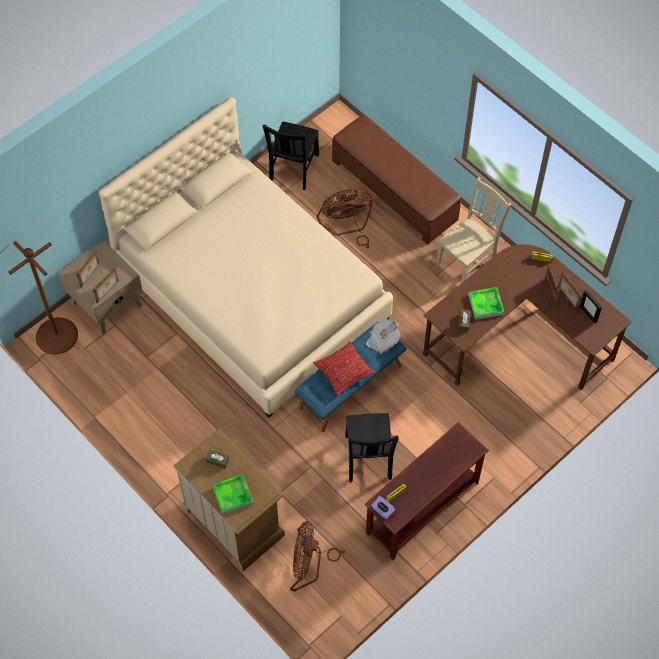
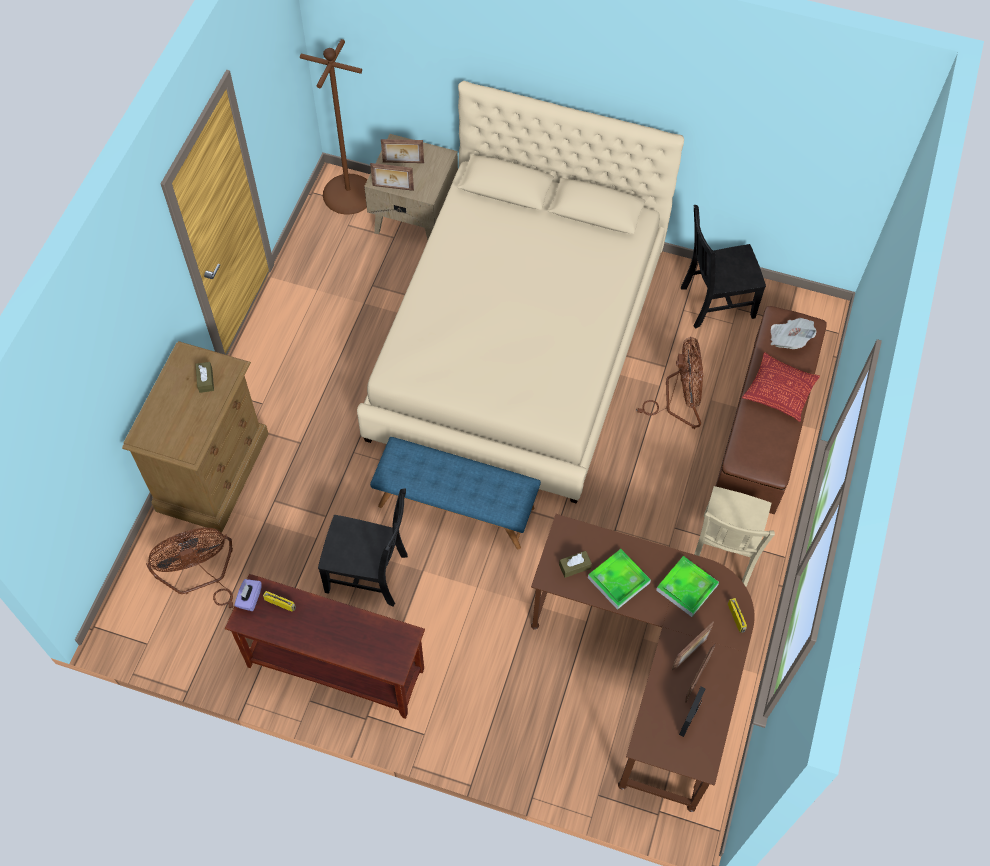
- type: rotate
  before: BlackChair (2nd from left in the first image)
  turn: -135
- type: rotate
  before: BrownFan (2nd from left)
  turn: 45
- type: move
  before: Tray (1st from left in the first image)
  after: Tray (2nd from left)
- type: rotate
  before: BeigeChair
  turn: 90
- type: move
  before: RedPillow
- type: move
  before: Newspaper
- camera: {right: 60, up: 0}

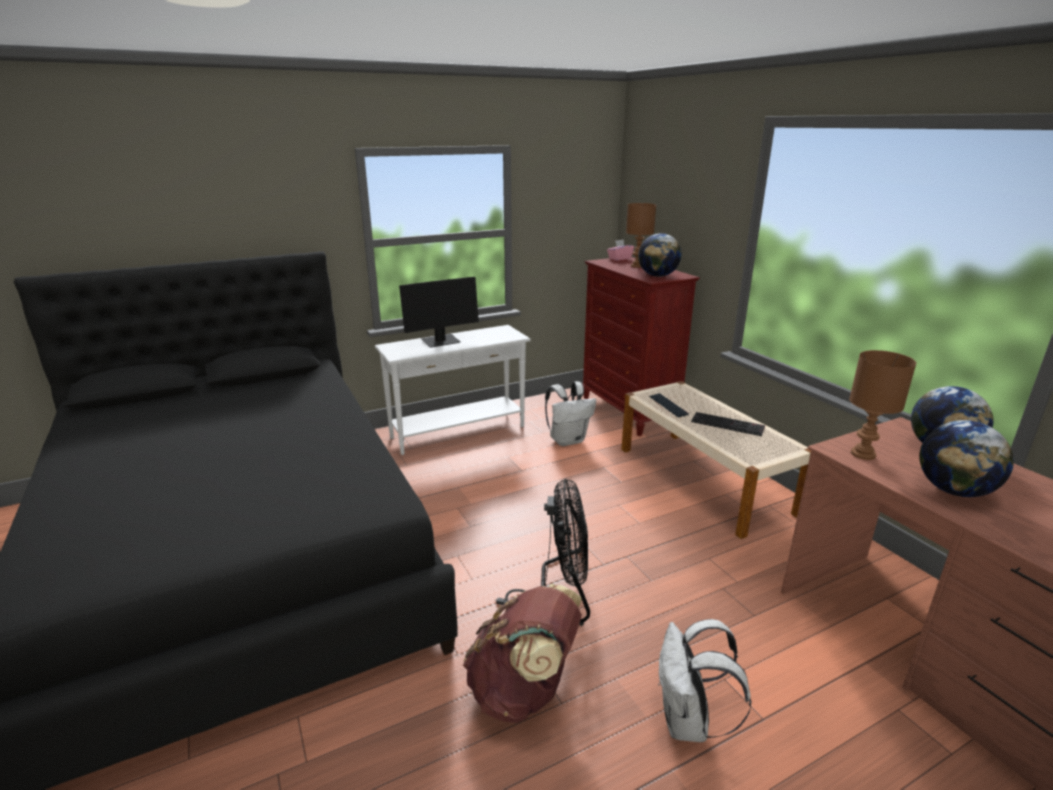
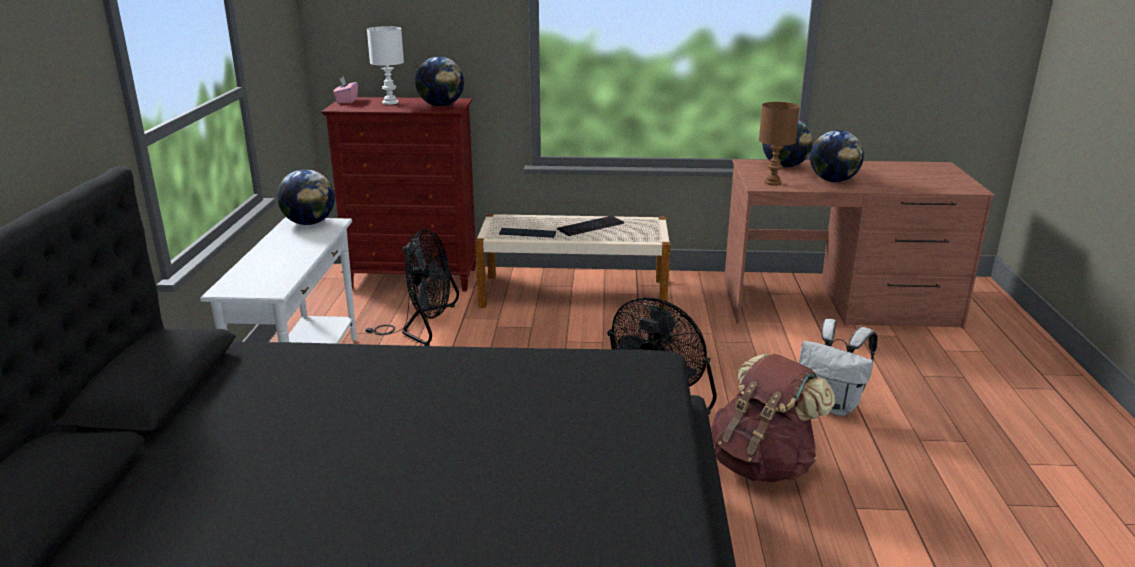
- type: insert
  after: Globe (1st from left)
- type: replace
  before: WhiteBackpack (1st from left)
  after: BlackFan (1st from left)
- type: recolor
  before: BrownTableLamp (1st from left)
  after: WhiteTableLamp
- type: delete
  before: Monitor
- camera: {right: -60, up: 0}

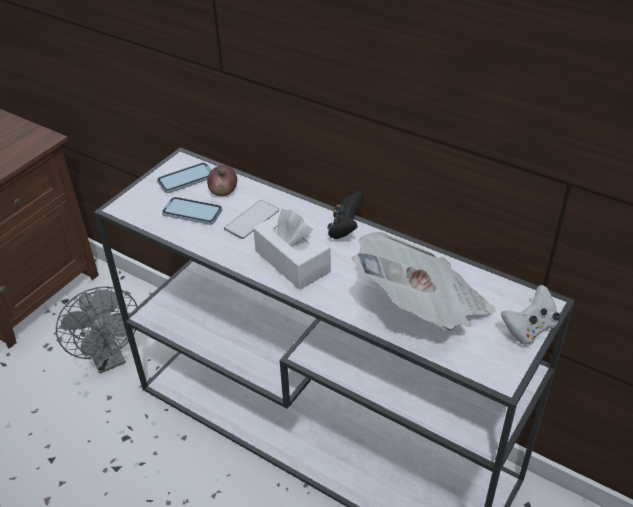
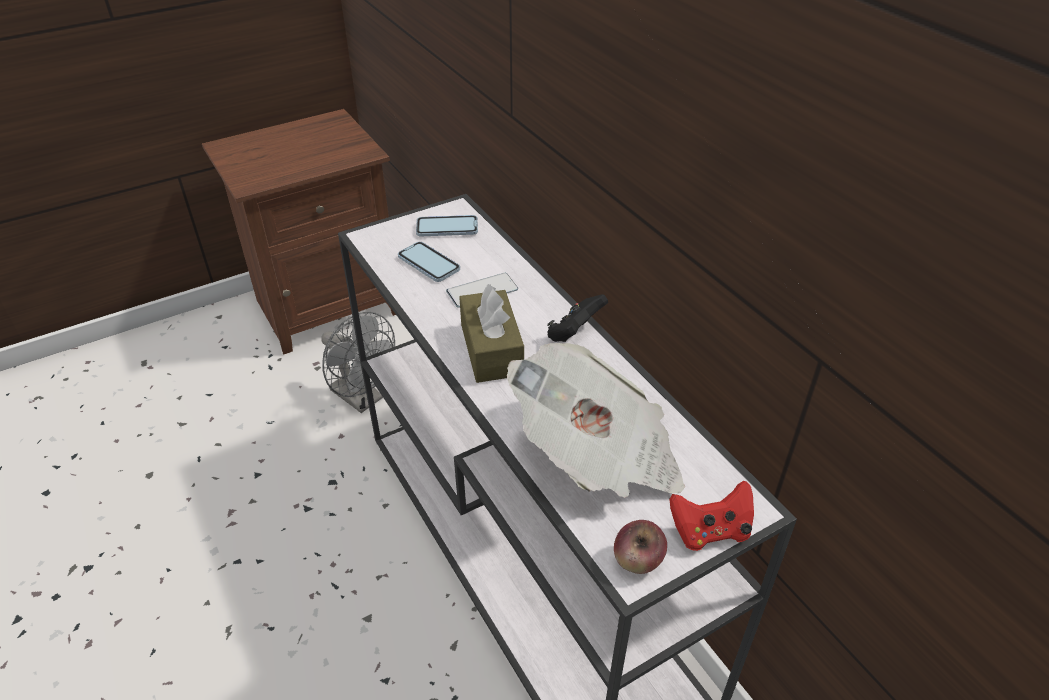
- type: rotate
  before: GreyFan
  turn: -45
- type: recolor
  before: WhiteTissueBox
  after: BrownTissueBox
- type: move
  before: Apple
- type: recolor
  before: WhiteGameController
  after: RedGameController
- camera: {right: 25, up: 0}

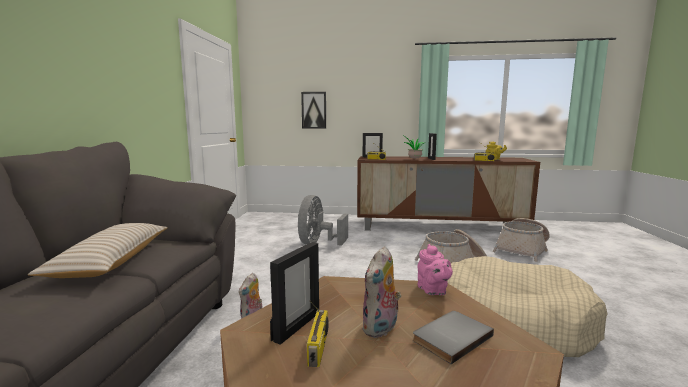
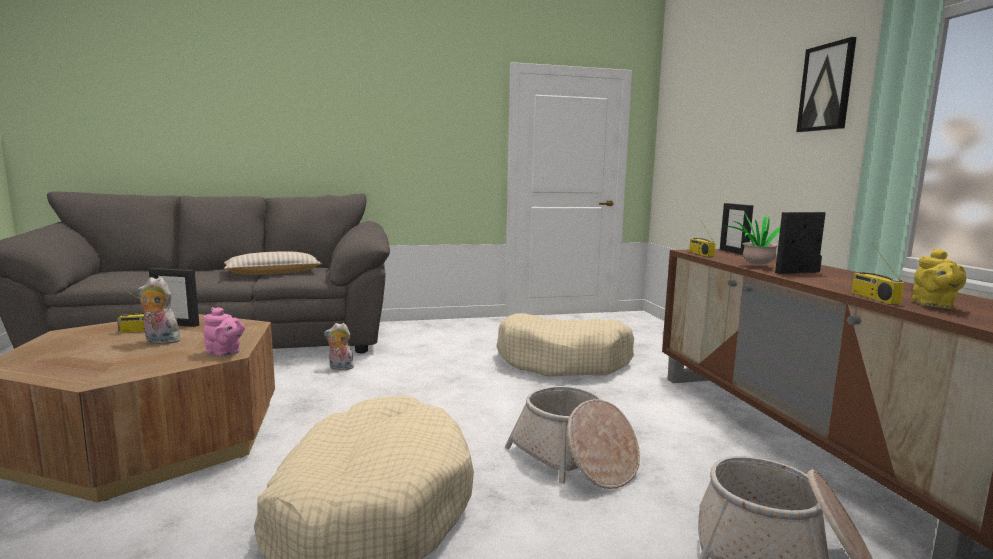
- type: rotate
  before: PinkTeapot
  turn: -120
- type: replace
  before: GreyFan
  after: BeigeDogBed (2nd from left)
- type: move
  before: Picture
- type: delete
  before: GreyBook
- camera: {right: 70, up: 0}

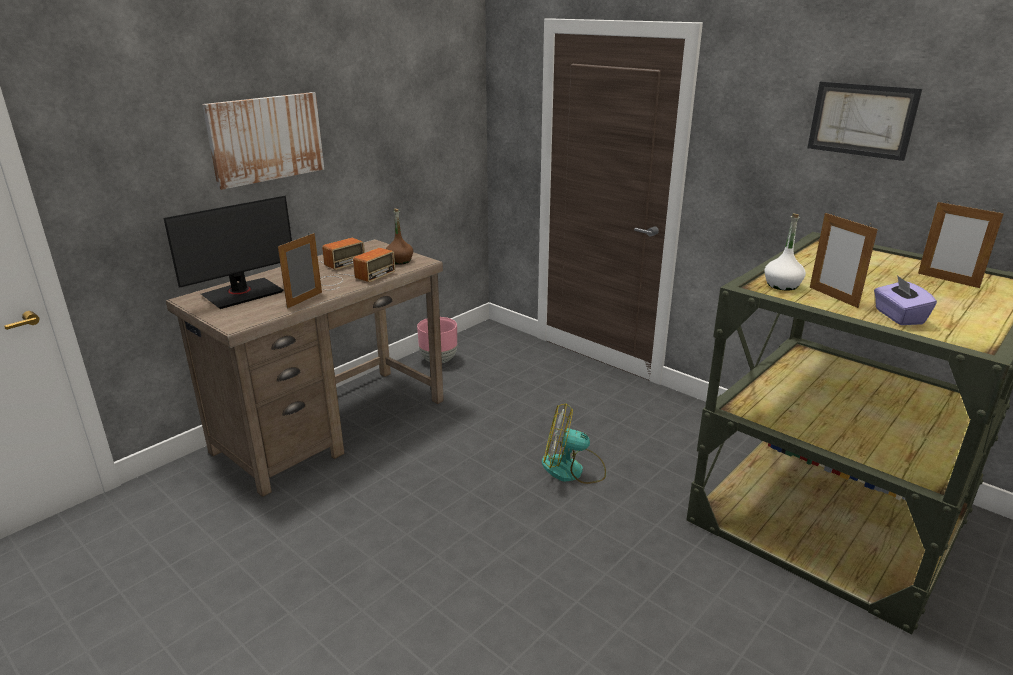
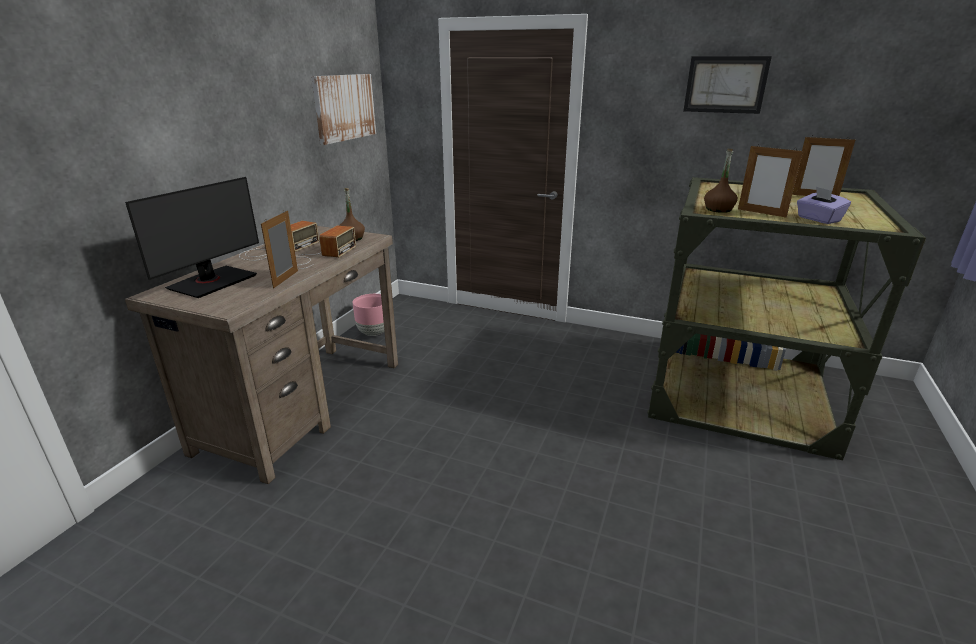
- type: move
  before: Picture (1st from left)
- type: recolor
  before: WhiteBottle
  after: BrownBottle (2nd from left)
- type: delete
  before: Fan
- camera: {right: -20, up: 0}

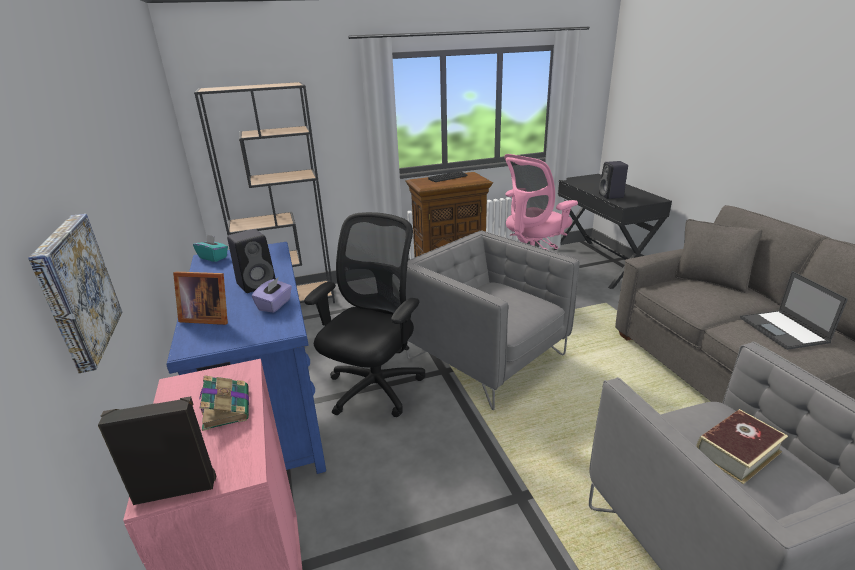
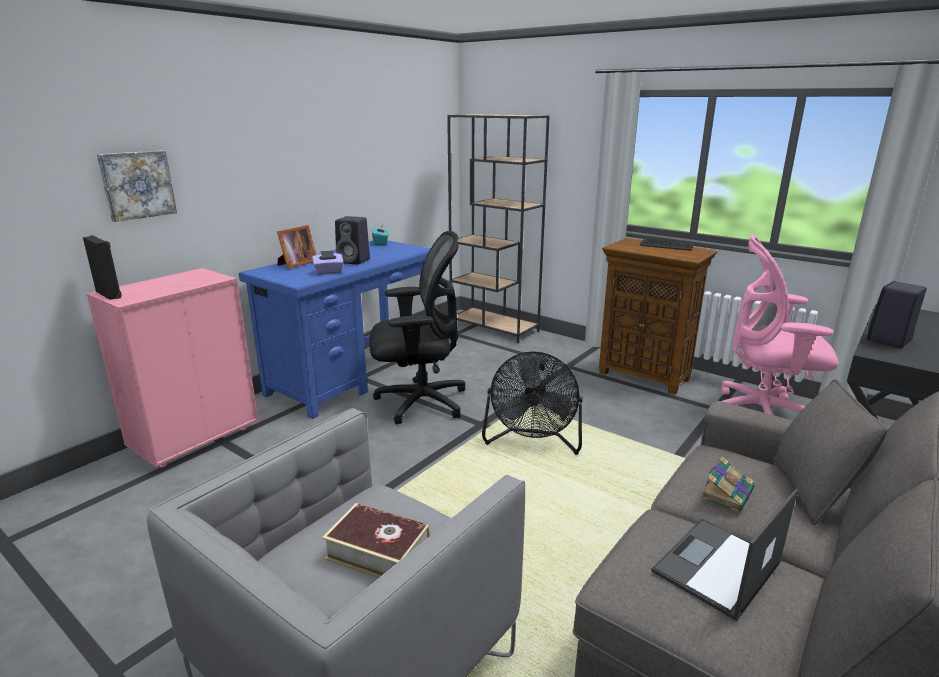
- type: rotate
  before: PictureFrame
  turn: -120
- type: replace
  before: GreyArmchair (1st from left)
  after: BlackFan
- type: move
  before: Book (1st from left in the first image)
  after: Book (2nd from left)
- camera: {right: 55, up: -5}

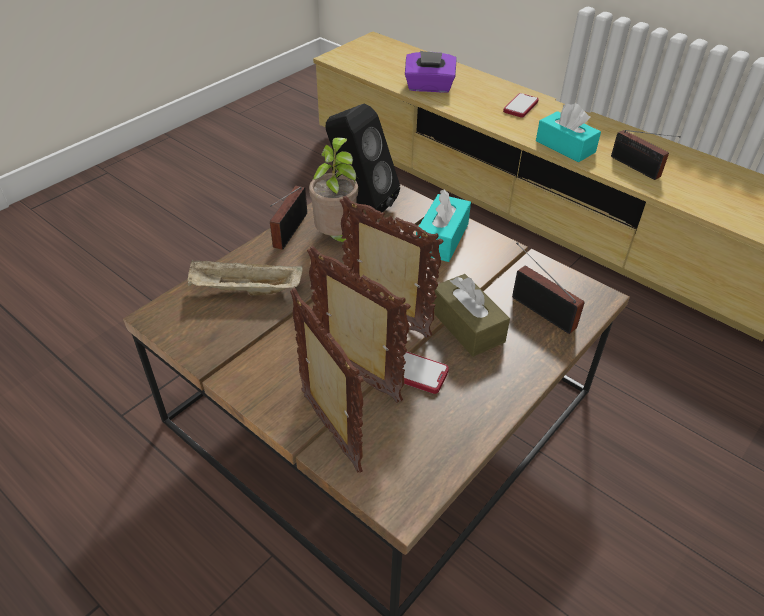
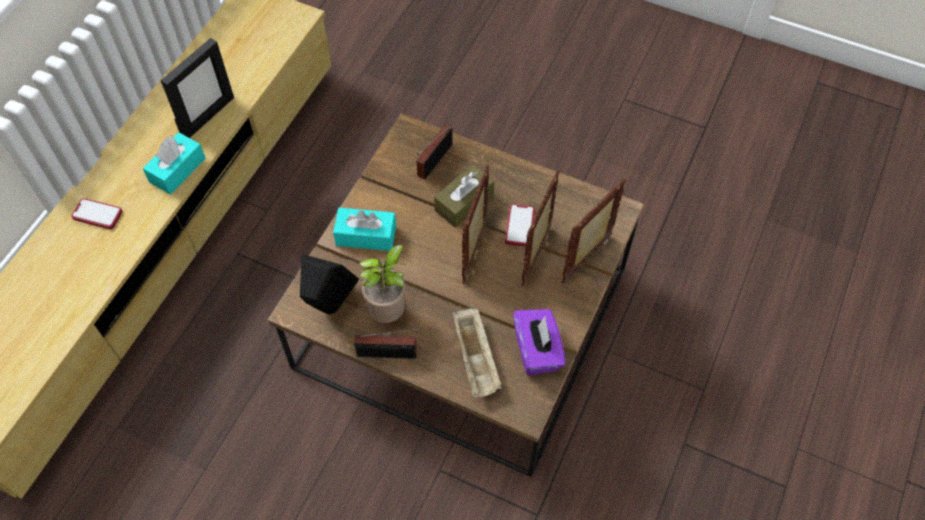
- type: replace
  before: Radio (3rd from left)
  after: PictureFrame (1st from left)
- type: move
  before: PurpleTissueBox
- camera: {right: -105, up: 15}

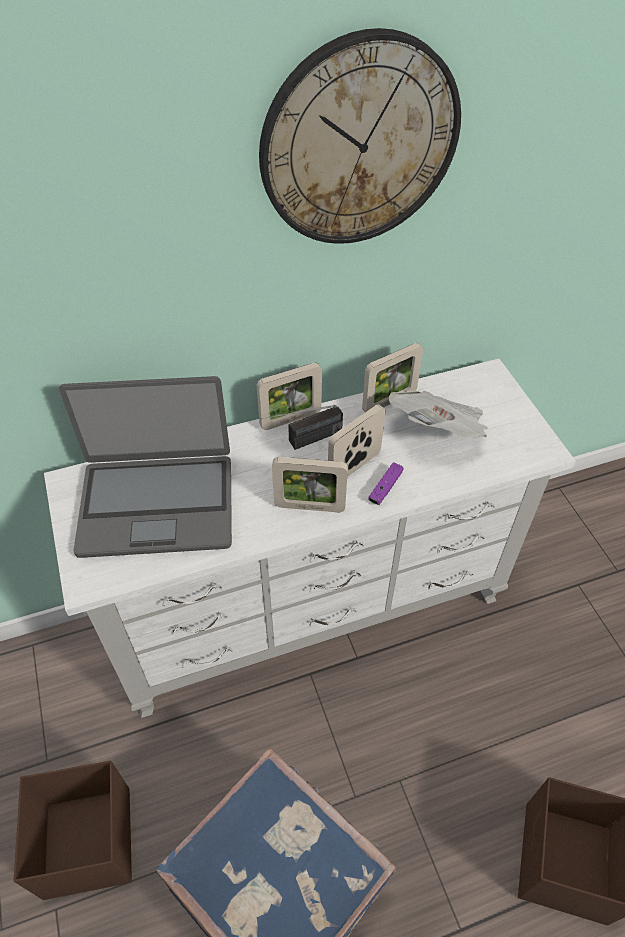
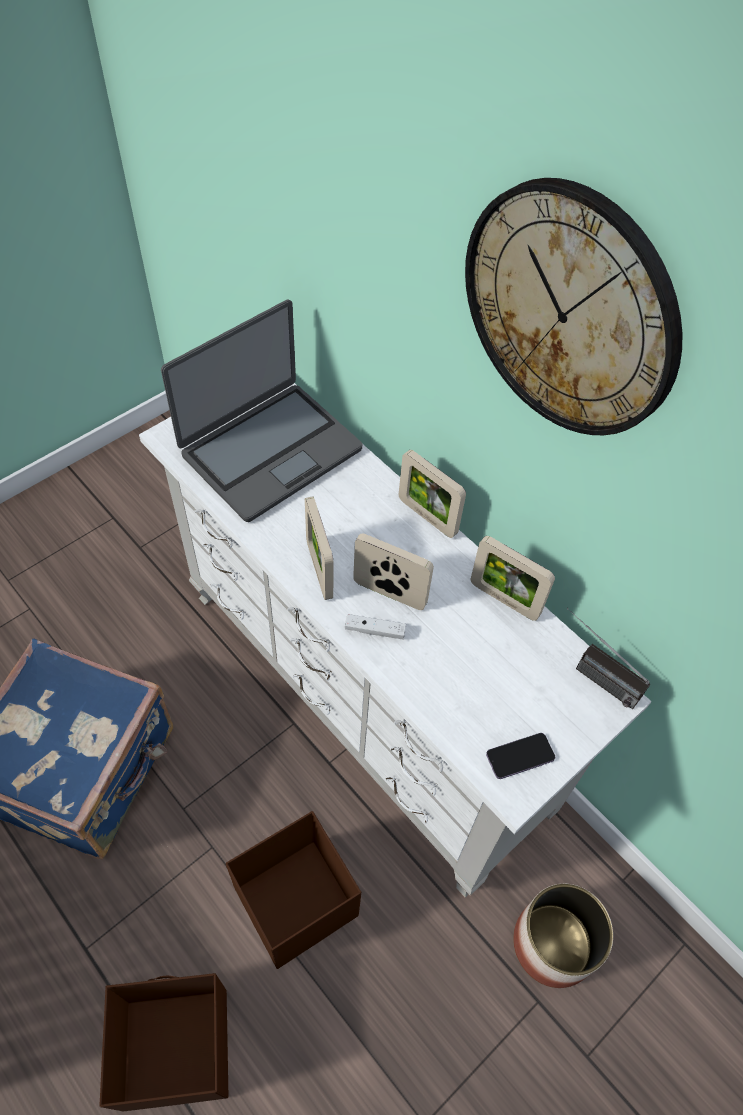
- type: rotate
  before: Laptop
  turn: -105
- type: move
  before: BrownStorageBox (1st from left in the first image)
  after: BrownStorageBox (2nd from left)
- type: recolor
  before: PurpleGameController
  after: WhiteGameController
- type: insert
  after: Phone
- type: insert
  after: Planter
- type: move
  before: Radio
- type: delete
  before: Newspaper
- camera: {right: 65, up: 5}

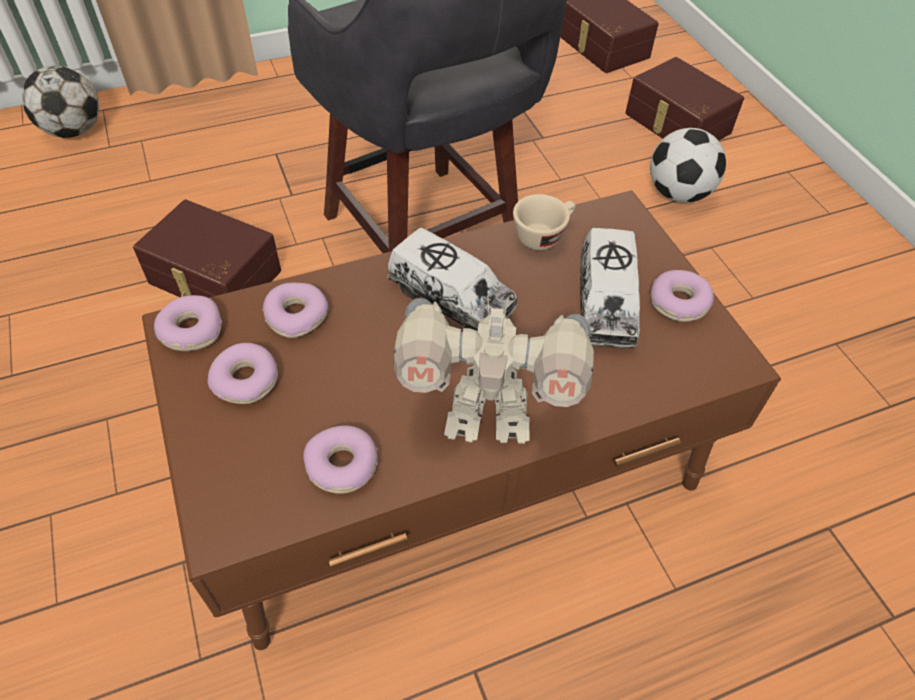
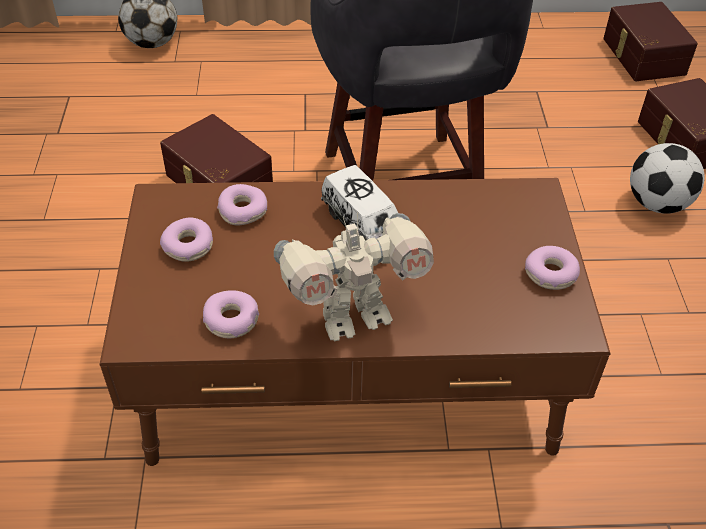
- type: rotate
  before: ToyRobot
  turn: -45
- type: delete
  before: Donut (1st from left)
- type: delete
  before: BeigeCup
- type: delete
  before: ToyTruck (2nd from left)
- camera: {right: 20, up: -5}

